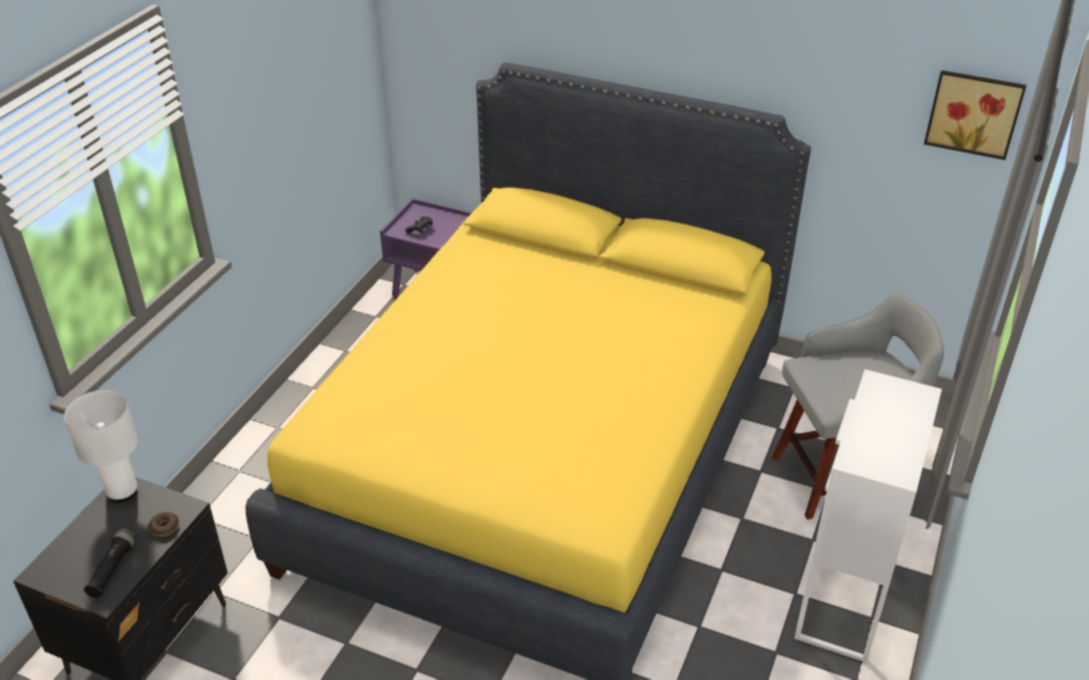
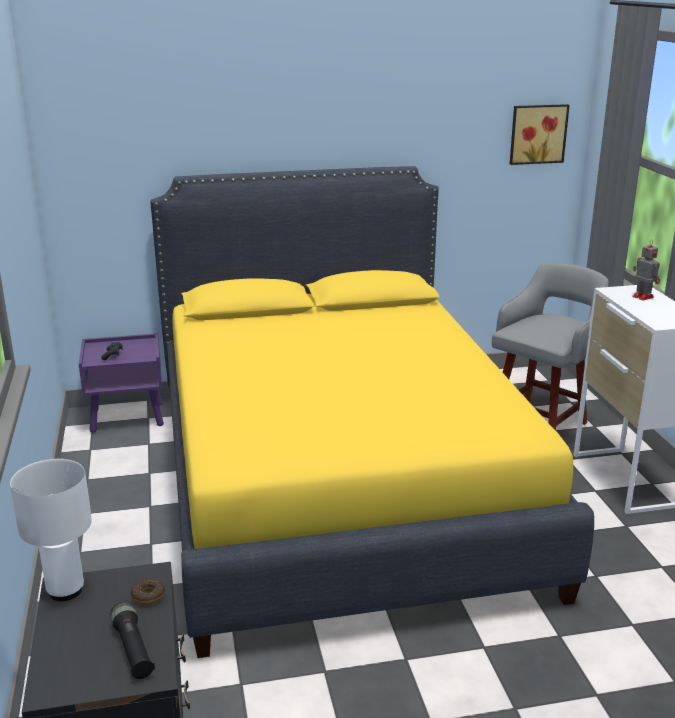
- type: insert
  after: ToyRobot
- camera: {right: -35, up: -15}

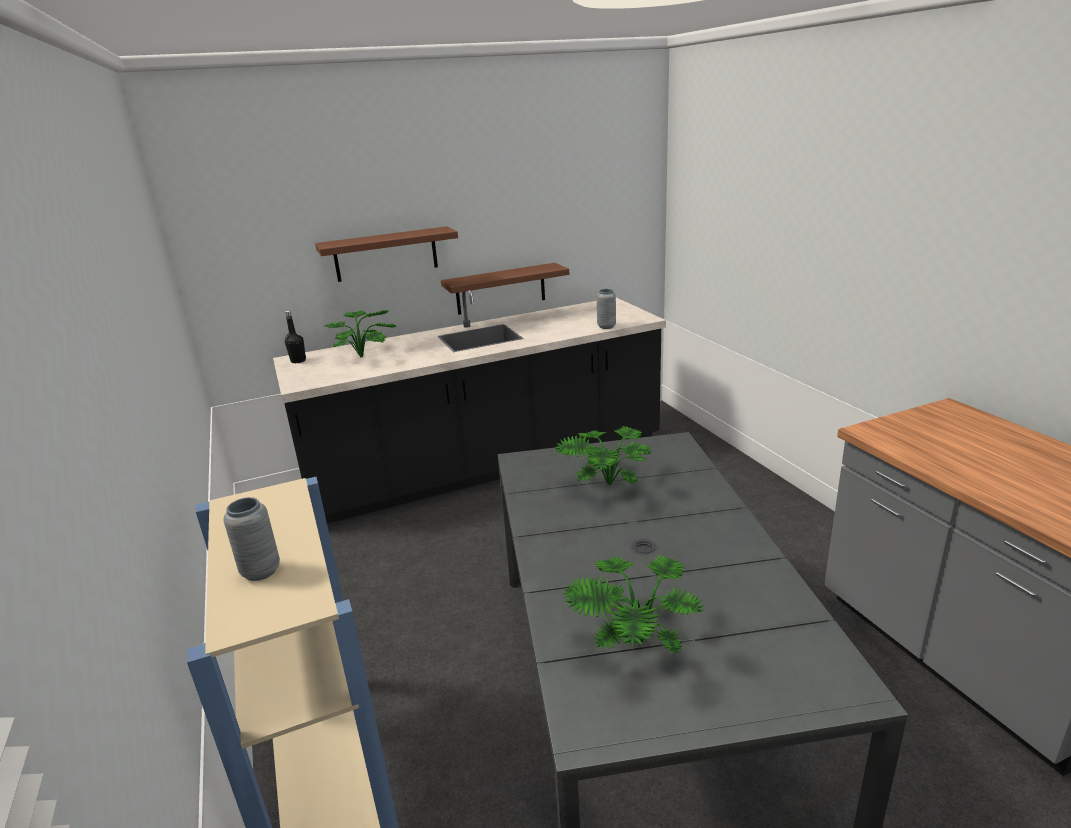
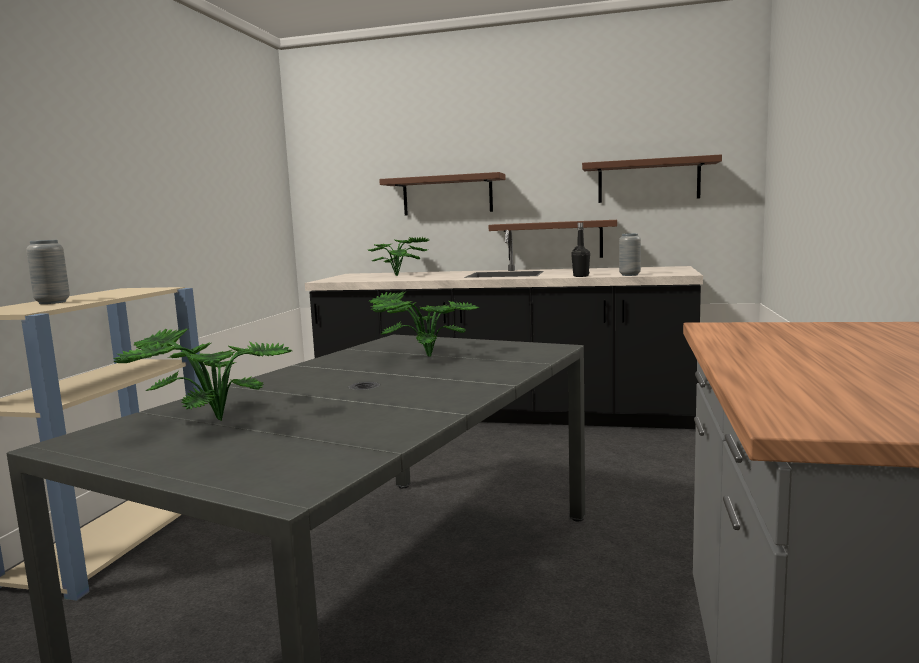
- type: move
  before: BlackBottle
- type: insert
  after: BrownShelf (3rd from left)
- camera: {right: 35, up: -15}

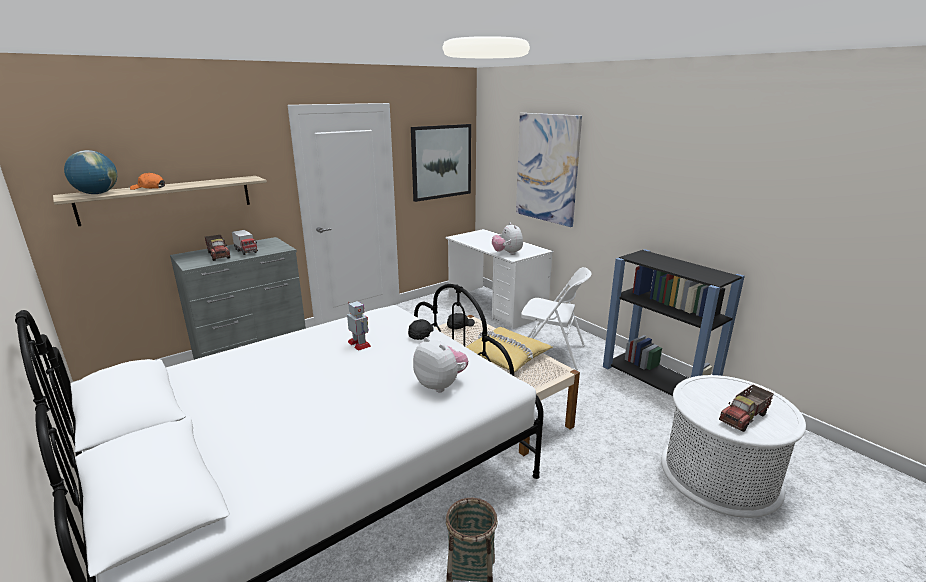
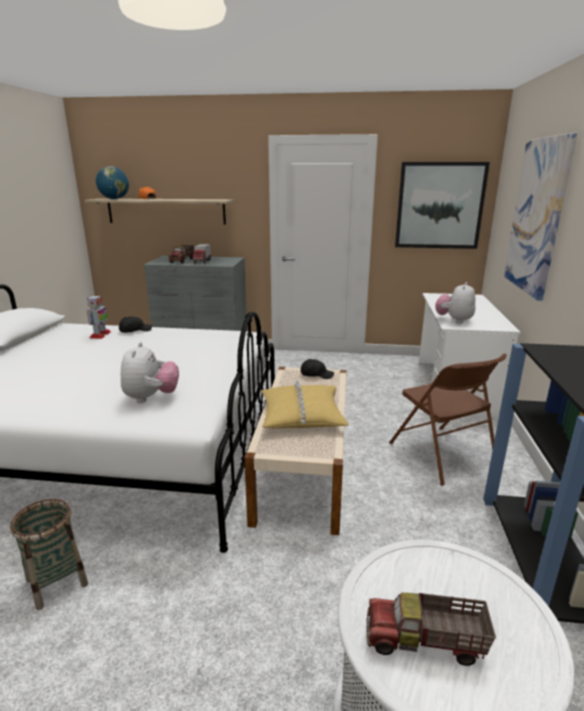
- type: move
  before: ToyRobot
- type: move
  before: BlackCap (1st from left)
- type: recolor
  before: WhiteChair
  after: BrownChair
- camera: {right: 45, up: 0}

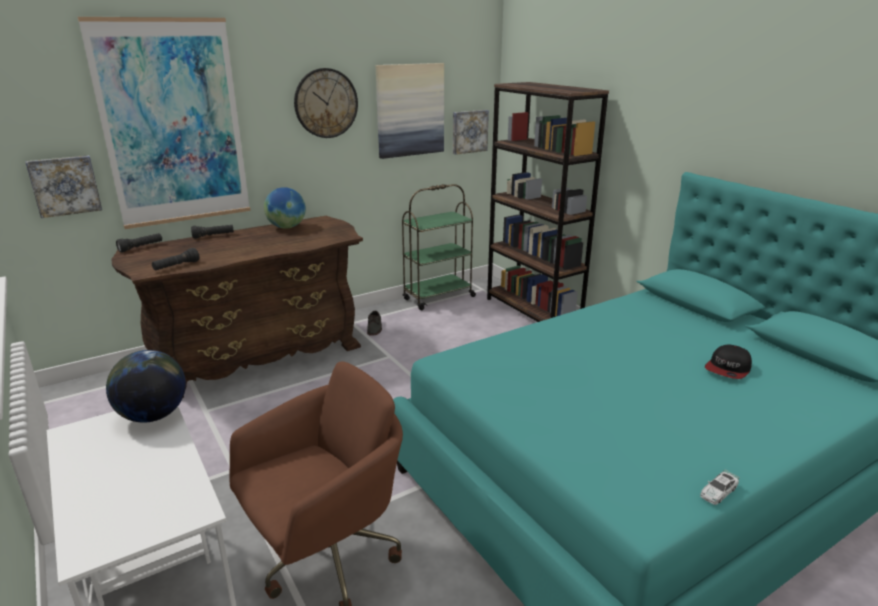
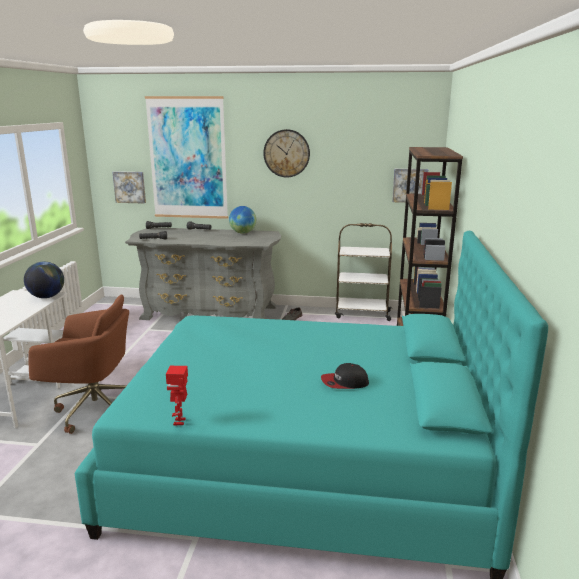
- type: recolor
  before: BrownDresser
  after: GreyDresser
- type: replace
  before: ToyCar
  after: ToyRobot
- type: recolor
  before: GreenCart
  after: WhiteCart
- type: delete
  before: Picture (3rd from left)
- camera: {right: 40, up: -5}

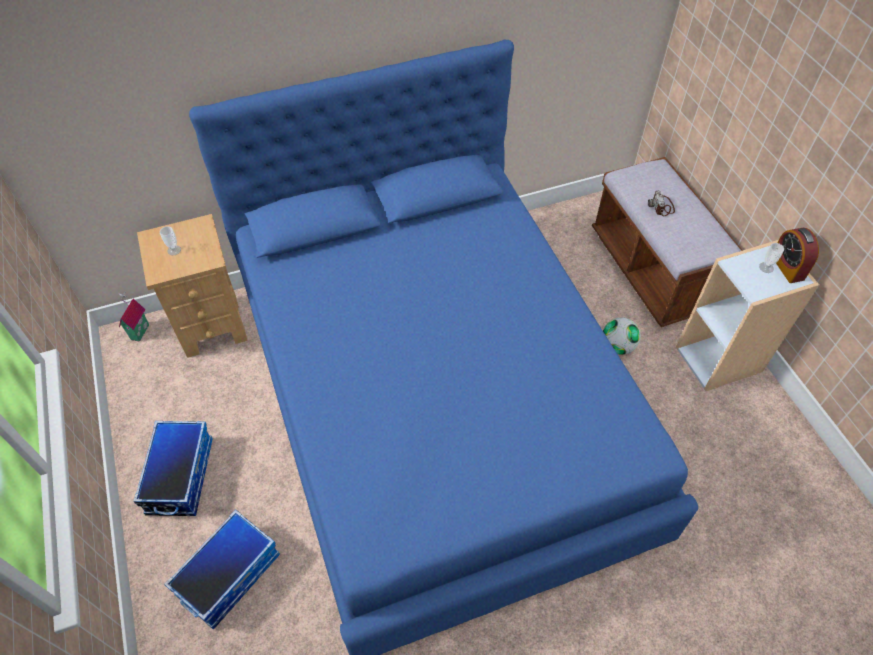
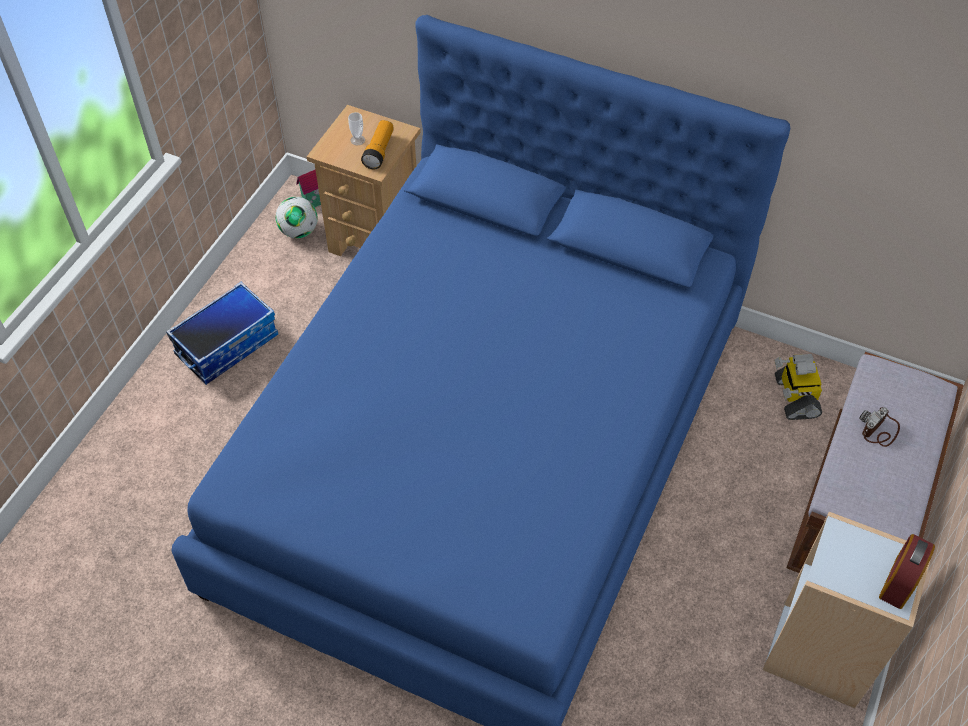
- type: move
  before: Football
- type: insert
  after: Flashlight
- type: insert
  after: ToyRobot
- type: delete
  before: StorageBox (2nd from left)
- type: delete
  before: Cup (2nd from left)
- camera: {right: 45, up: 0}

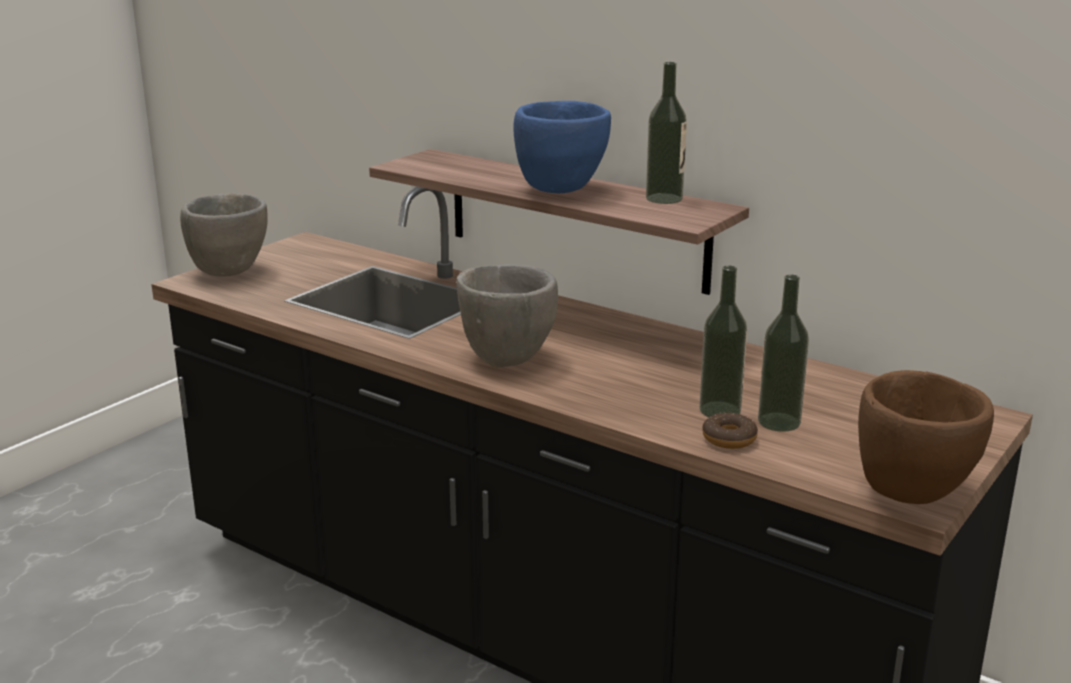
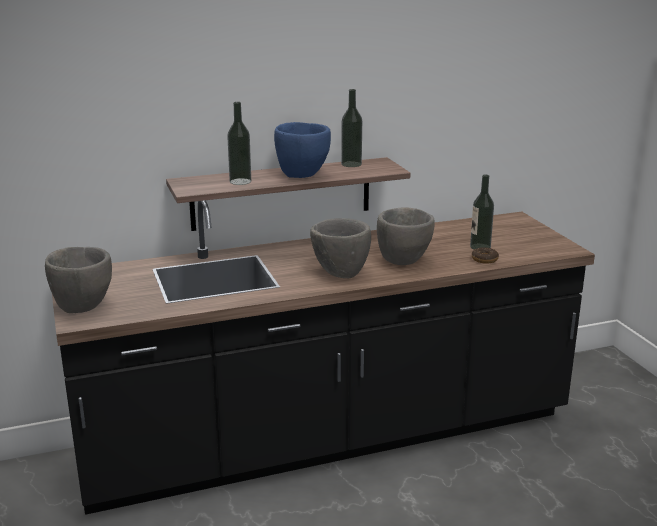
- type: move
  before: Bottle (2nd from left in the first image)
  after: Bottle (1st from left)
- type: insert
  after: GreyBowl (3rd from left)
- type: delete
  before: BrownBowl
- camera: {right: -55, up: 0}

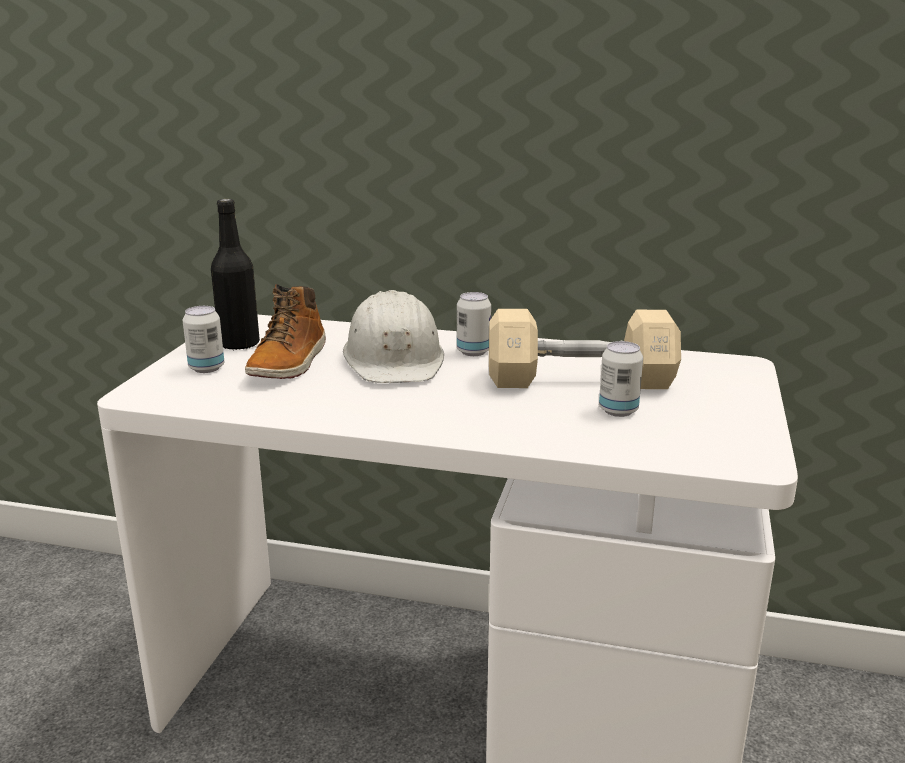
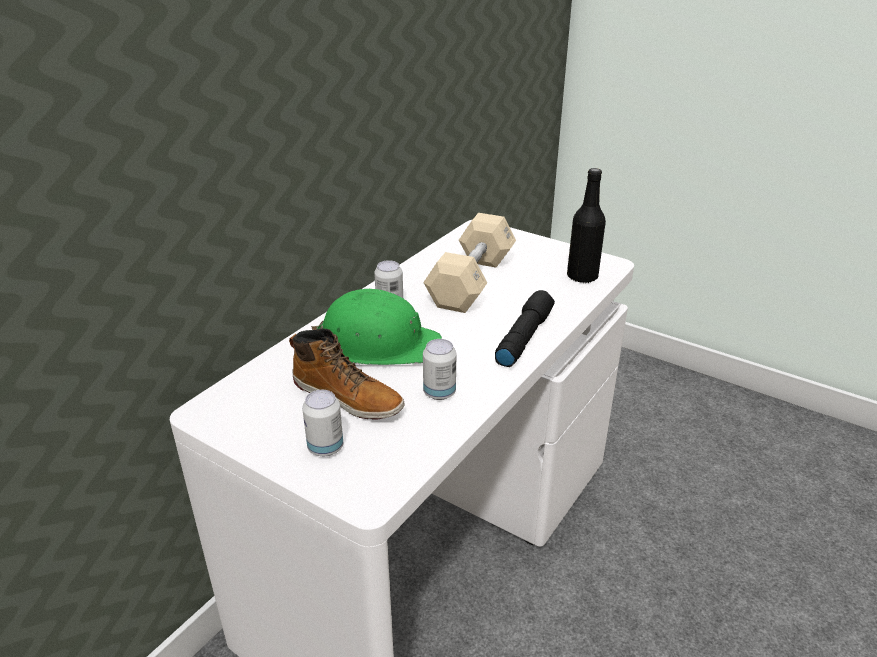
- type: recolor
  before: WhiteHardHat
  after: GreenHardHat
- type: move
  before: Can (3rd from left)
- type: insert
  after: BlackFlashlight
- type: move
  before: BlackBottle
- camera: {right: -70, up: 10}

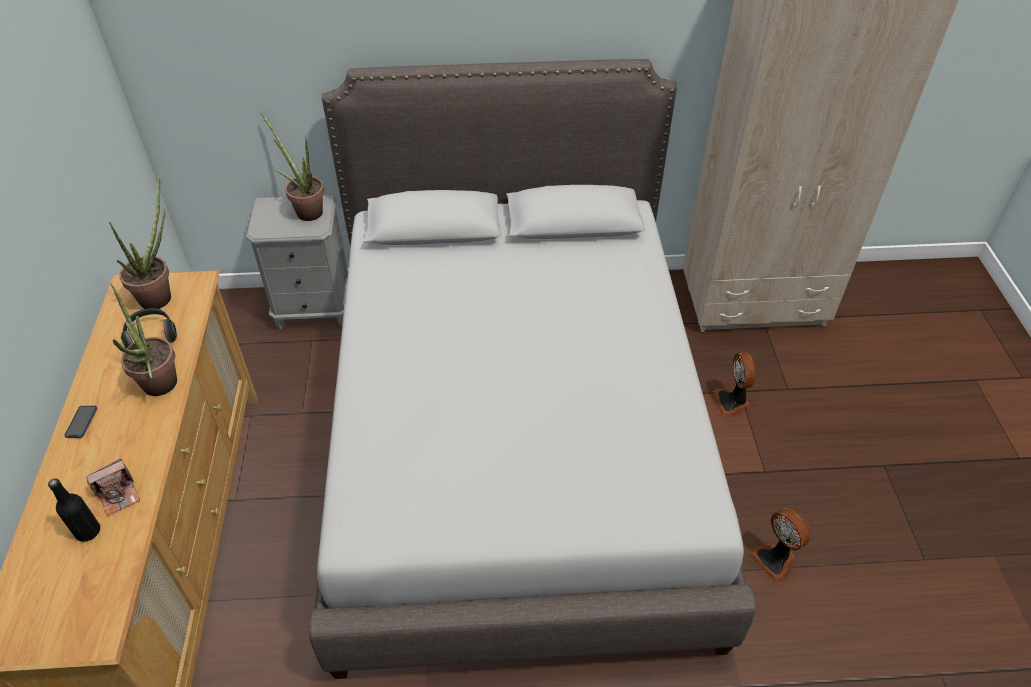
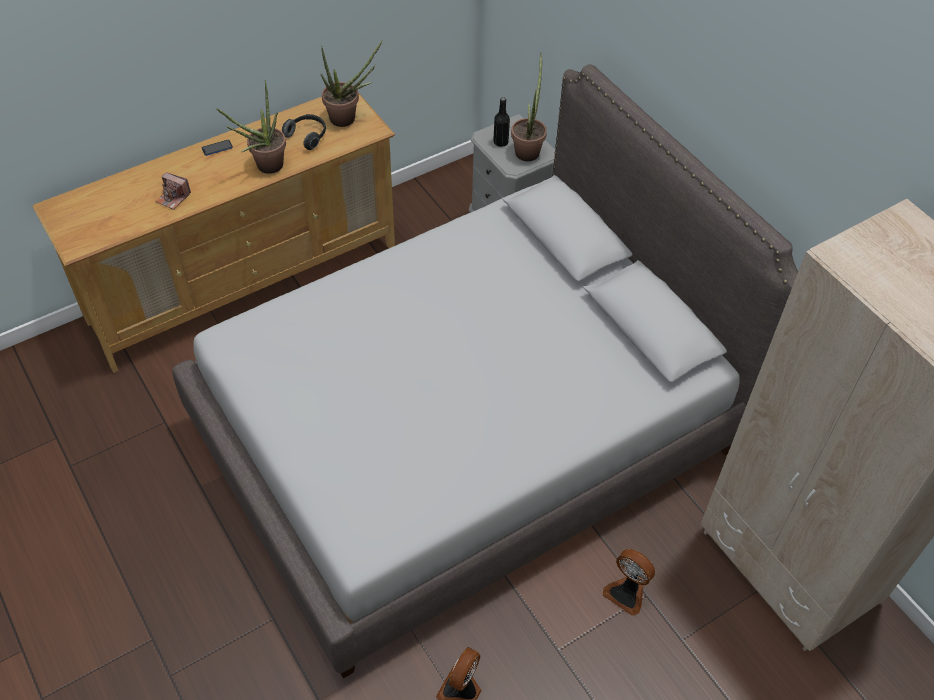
- type: move
  before: BlackBottle
- type: rotate
  before: Fan (1st from left in the first image)
  turn: -105
- camera: {right: 60, up: 5}

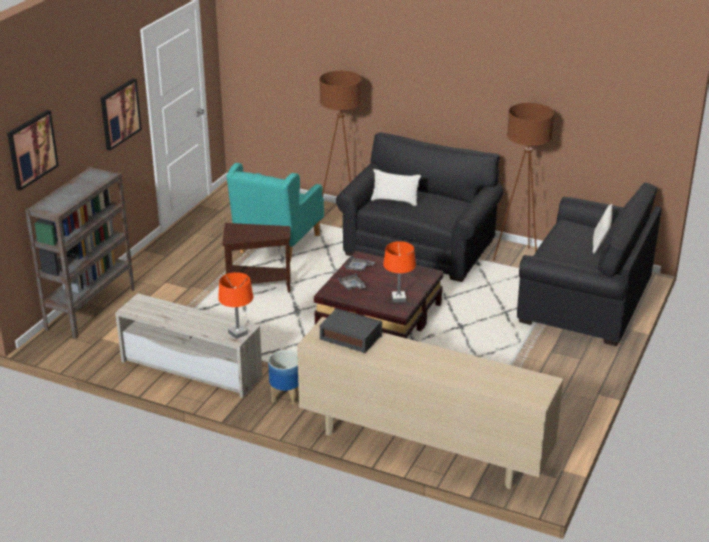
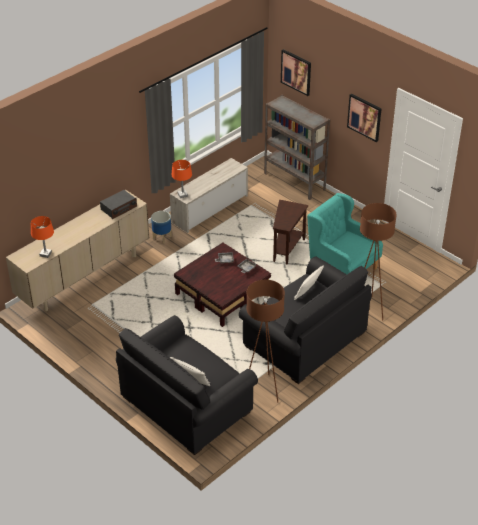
- type: move
  before: OrangeTableLamp (2nd from left in the first image)
  after: OrangeTableLamp (1st from left)
- camera: {right: 110, up: 10}

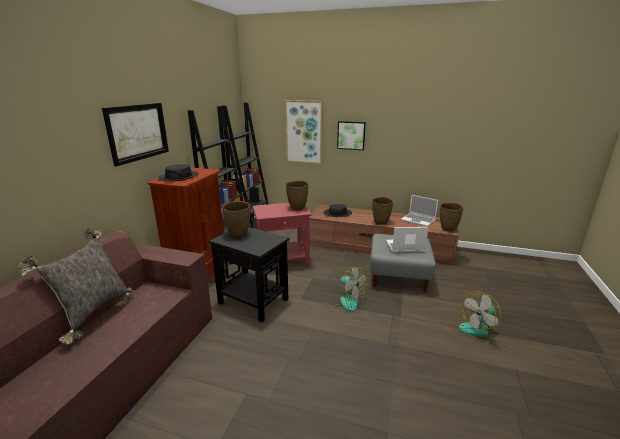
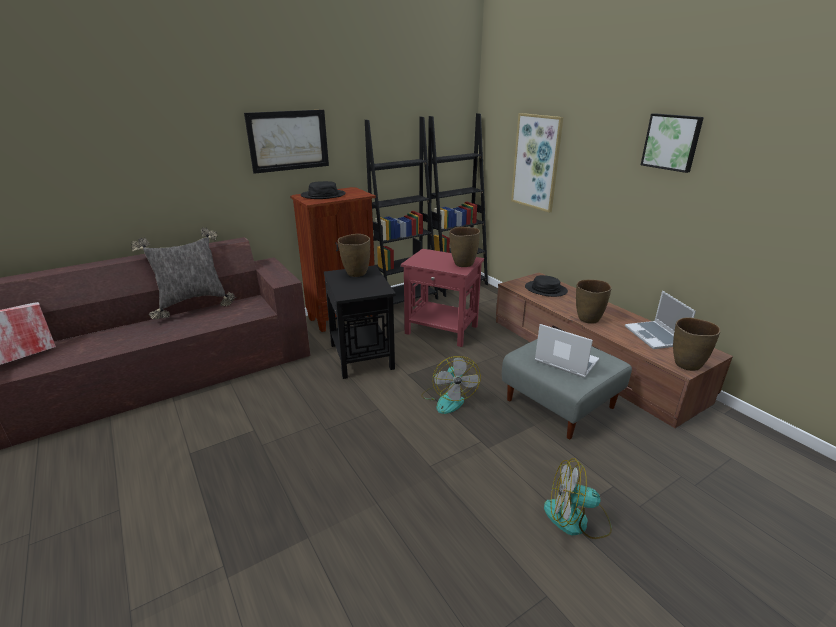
- type: move
  before: Picture (3rd from left)
- camera: {right: 40, up: 5}

